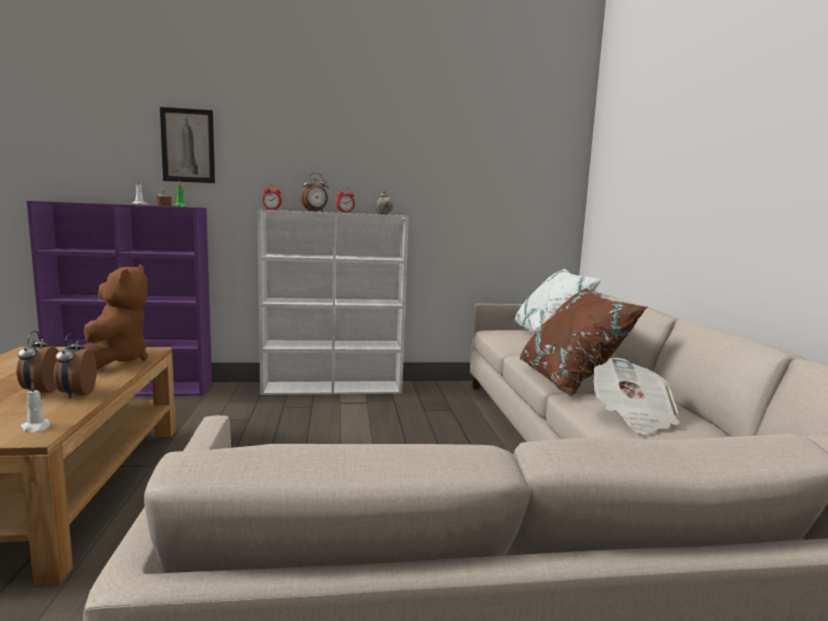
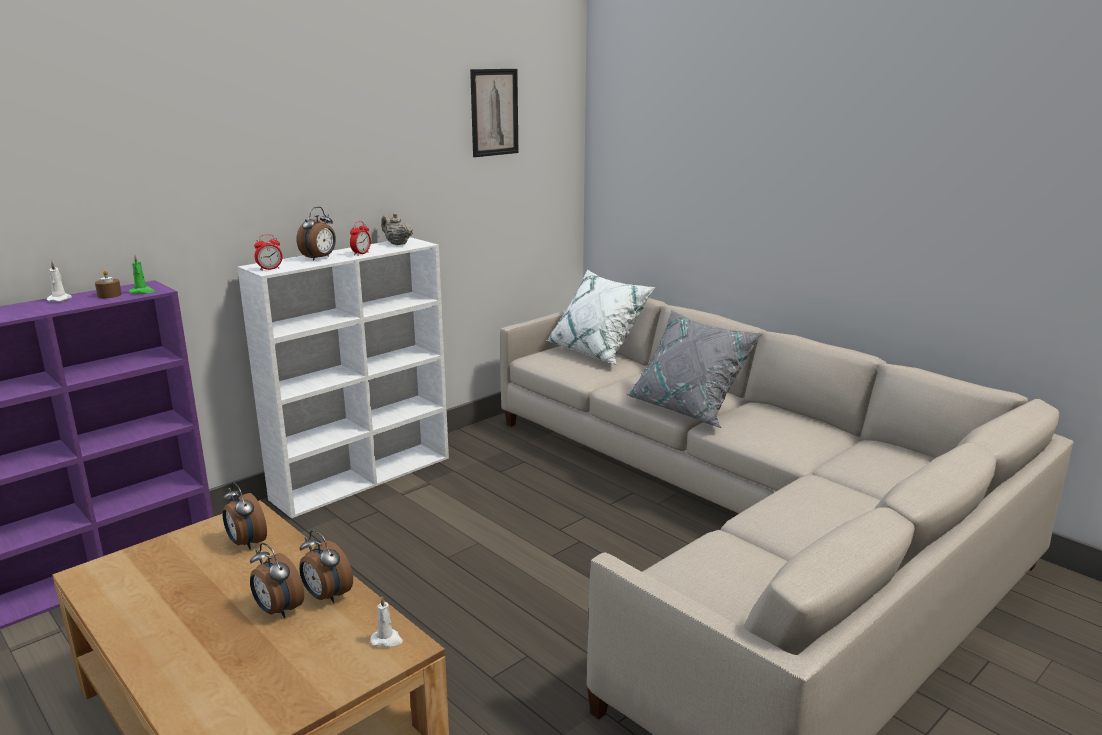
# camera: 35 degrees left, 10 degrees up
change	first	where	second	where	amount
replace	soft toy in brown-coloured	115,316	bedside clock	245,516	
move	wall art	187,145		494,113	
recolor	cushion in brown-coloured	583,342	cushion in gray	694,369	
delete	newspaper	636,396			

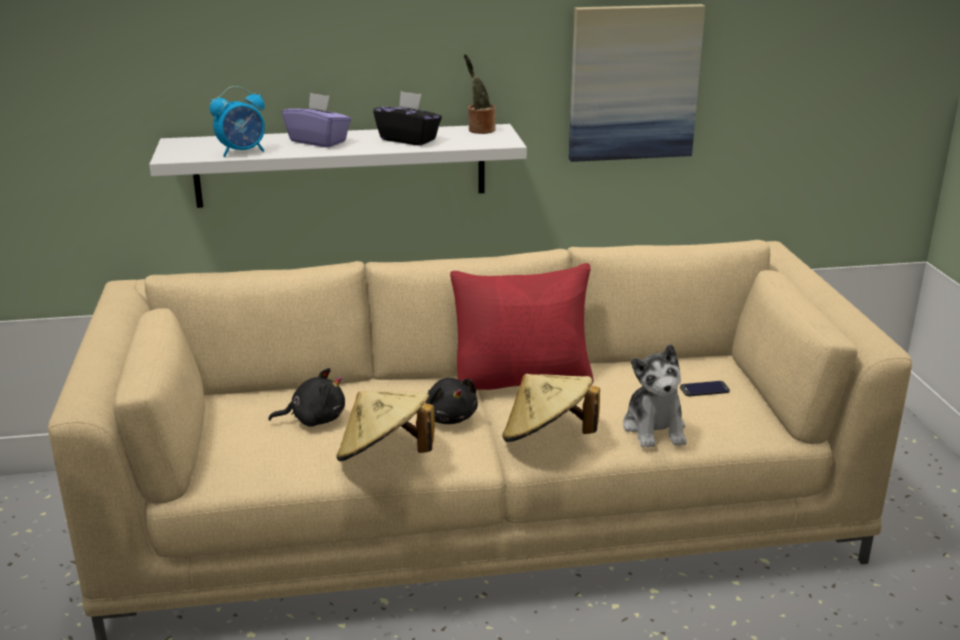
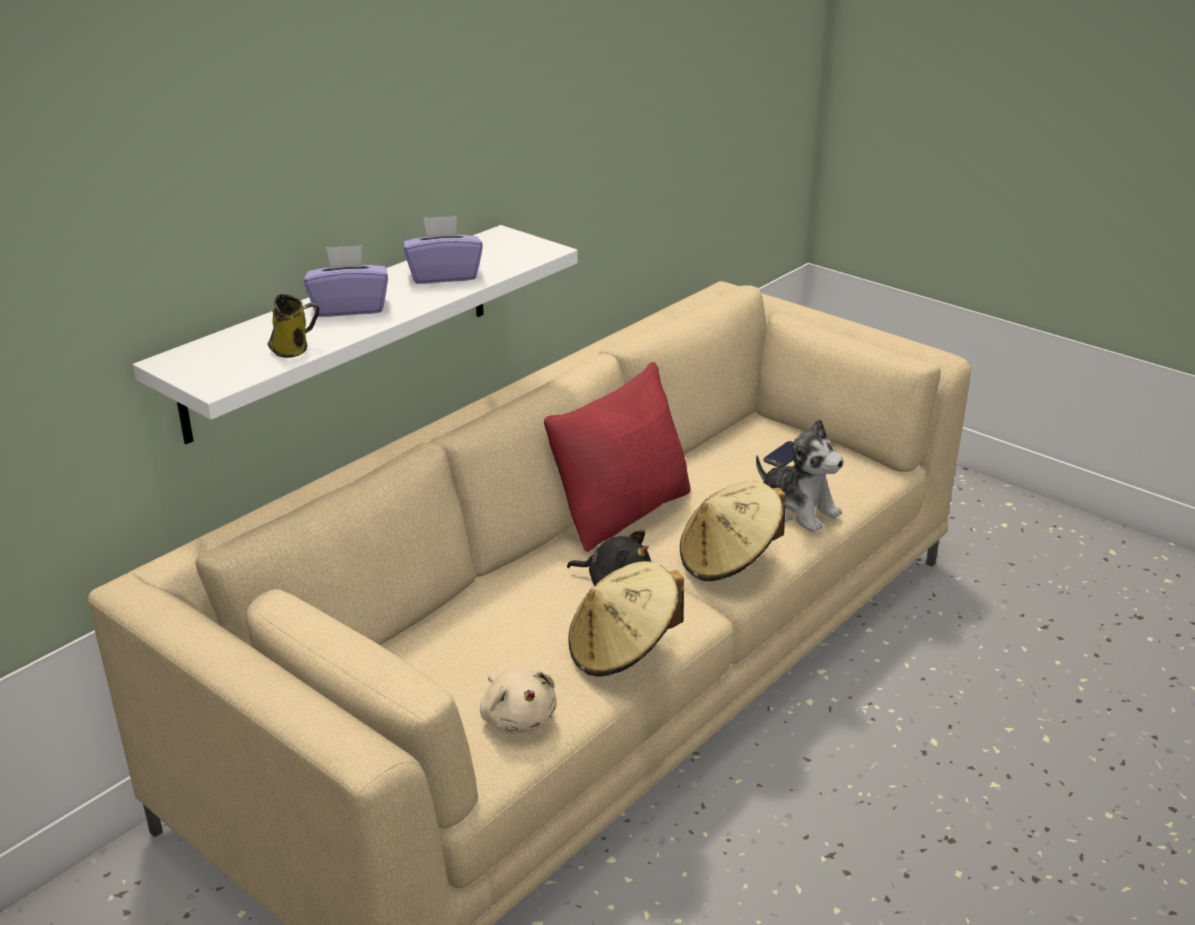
# camera: 40 degrees left, 5 degrees up
change	first	where	second	where	amount
replace	bedside clock	237,121	mug	294,326	
delete	soft toy in black-coloured	306,397			
recolor	tissue box in black-coloured	407,118	tissue box in purplish	443,249	
delete	plant in a pot	480,94			
delete	wall art	637,83			
insert			soft toy in beige	518,701	

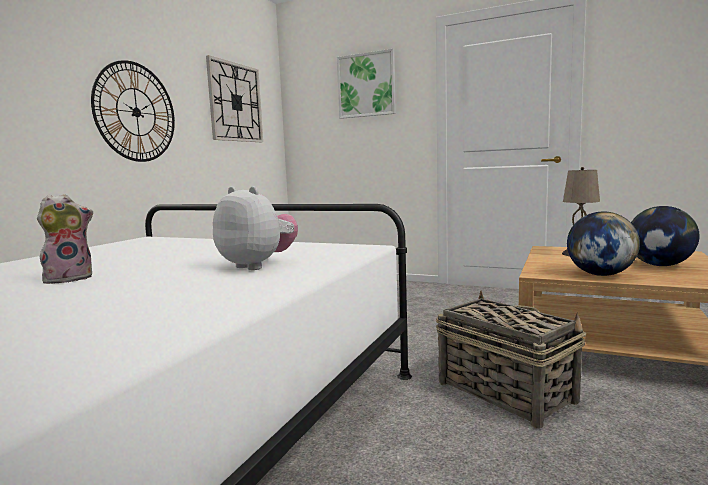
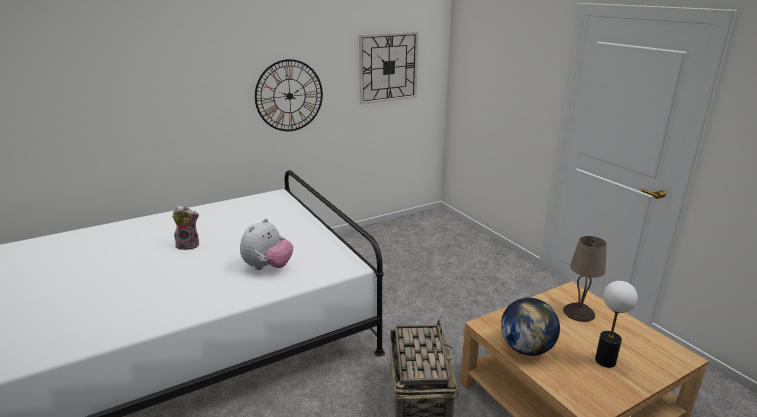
# camera: 35 degrees right, 15 degrees up
change	first	where	second	where	amount
rotate	soft toy	255,228		266,244	45 degrees clockwise
delete	wall art	366,84			
replace	desk globe	665,236	lamp for a table	616,324	

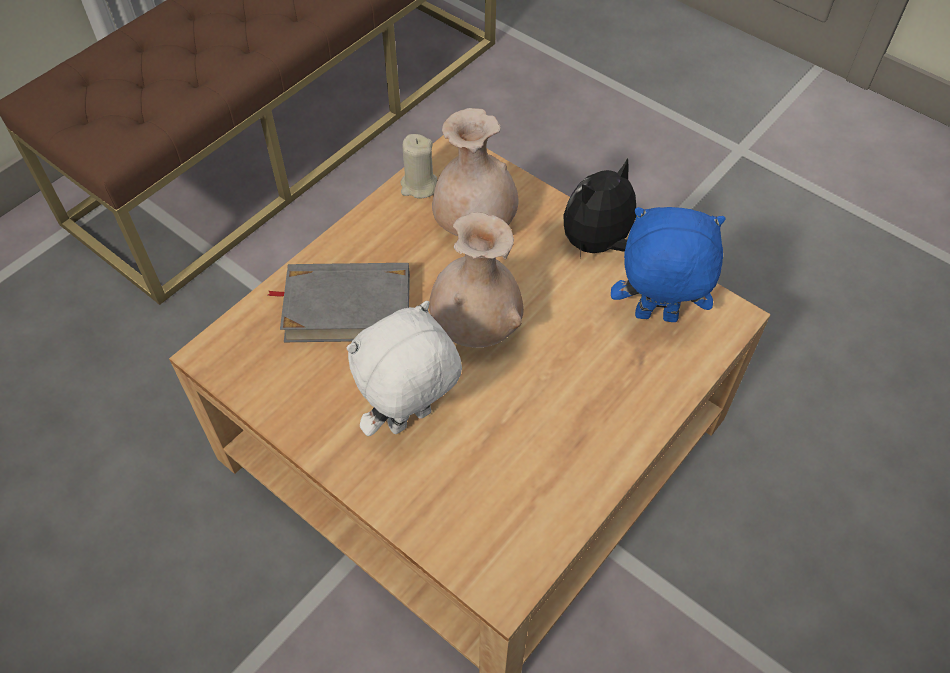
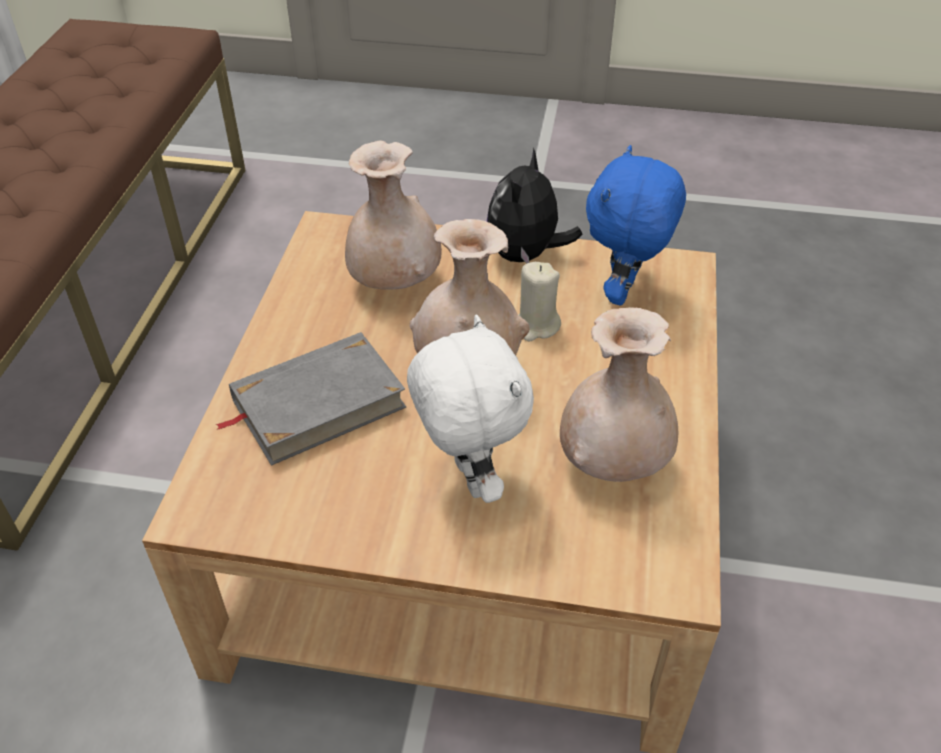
# camera: 30 degrees left, 10 degrees down
change	first	where	second	where	amount
rotate	soft toy in white-coloured	404,368		470,409	135 degrees clockwise
move	wax candle in beige	418,166		539,301	
rotate	soft toy in bluish	668,264		636,225	45 degrees counterclockwise
insert			vase in beige	619,394	

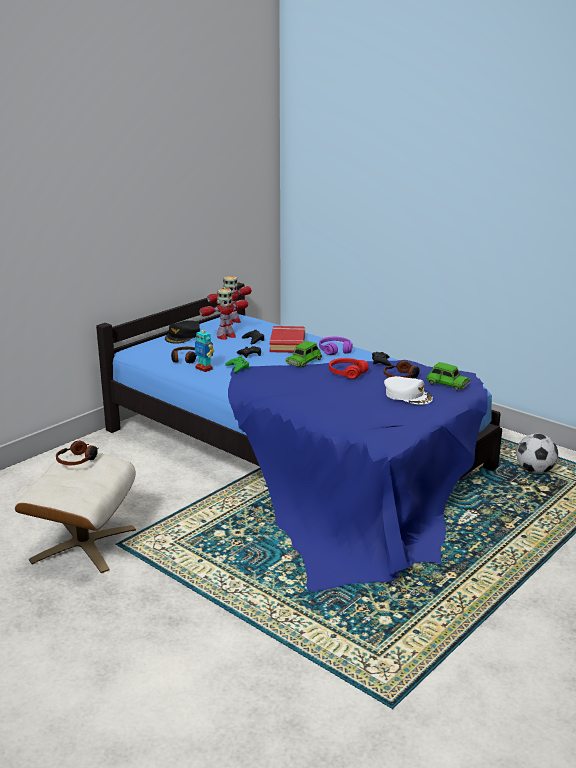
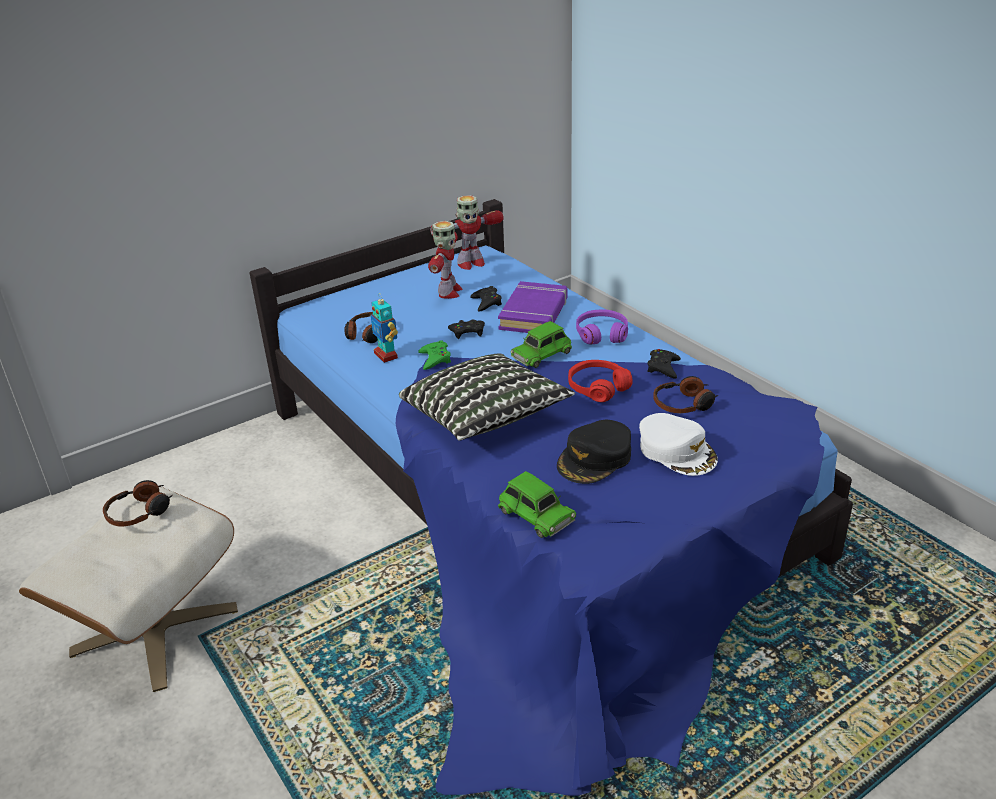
# camera: 15 degrees right, 10 degrees up
change	first	where	second	where	amount
move	baseball cap in black-coloured	182,332		594,452	
rotate	robot figure	223,314		445,260	60 degrees counterclockwise
recolor	bound book in reddish	287,339	bound book in purplish	532,307	
move	miniature car in green-coloured	448,376		537,504	
delete	football ball	537,454			
insert			cushion	487,397	

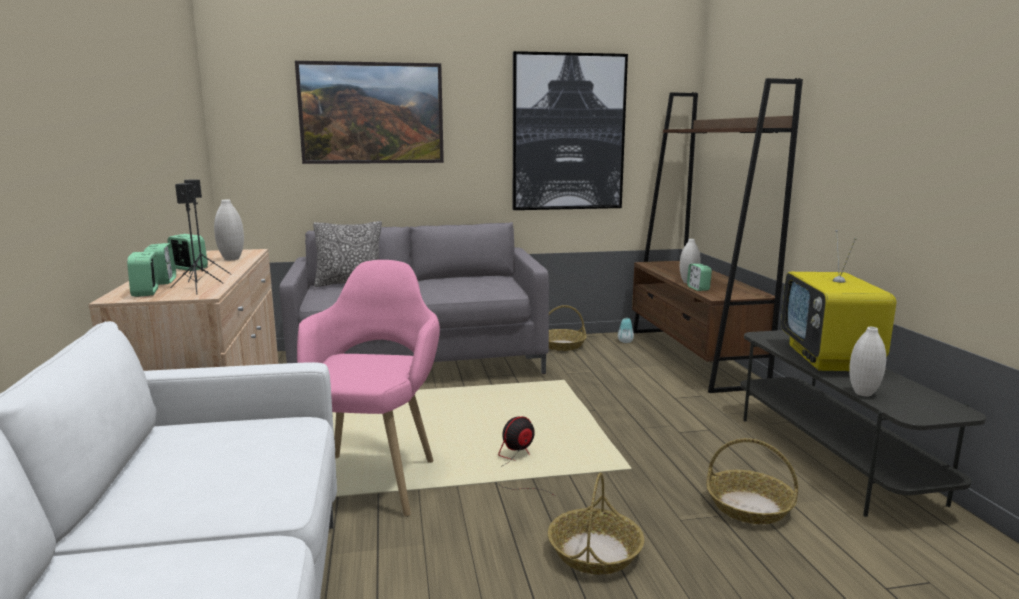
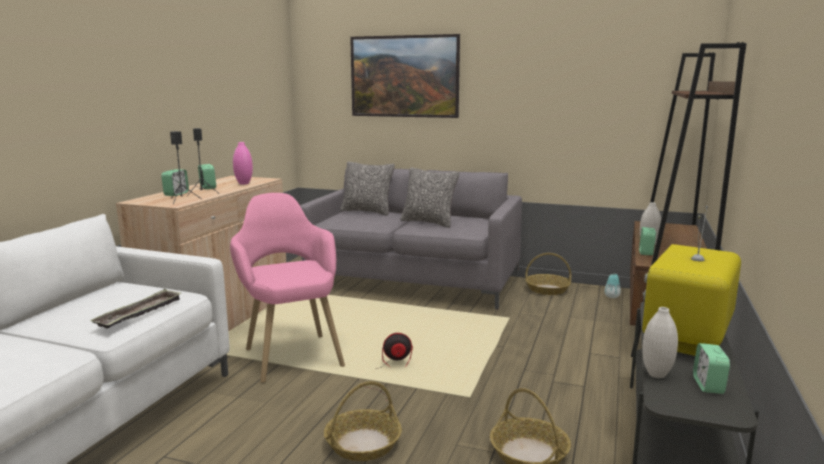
# camera: 30 degrees right, 0 degrees up
change	first	where	second	where	amount
move	bedside clock	142,274		711,368	
recolor	vase in white-coloured	229,230	vase in pink-coloured	243,163	
rotate	lounge chair in pink-coloured	368,388		287,288	60 degrees counterclockwise
delete	wall art	570,130			
insert			tray	135,309	
insert			cushion	430,197	

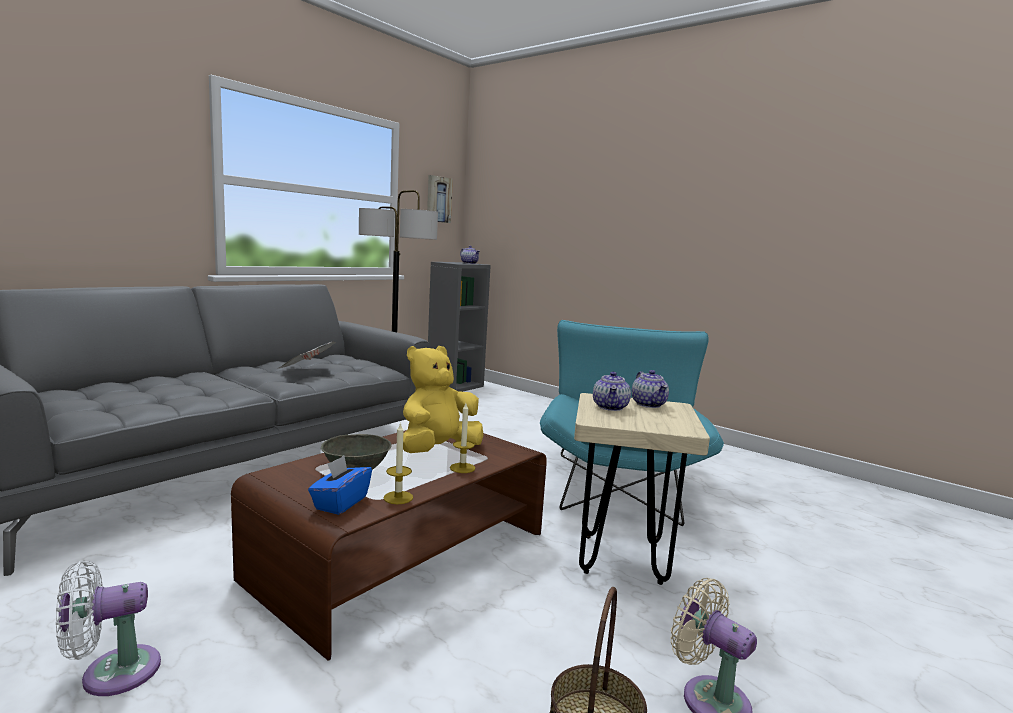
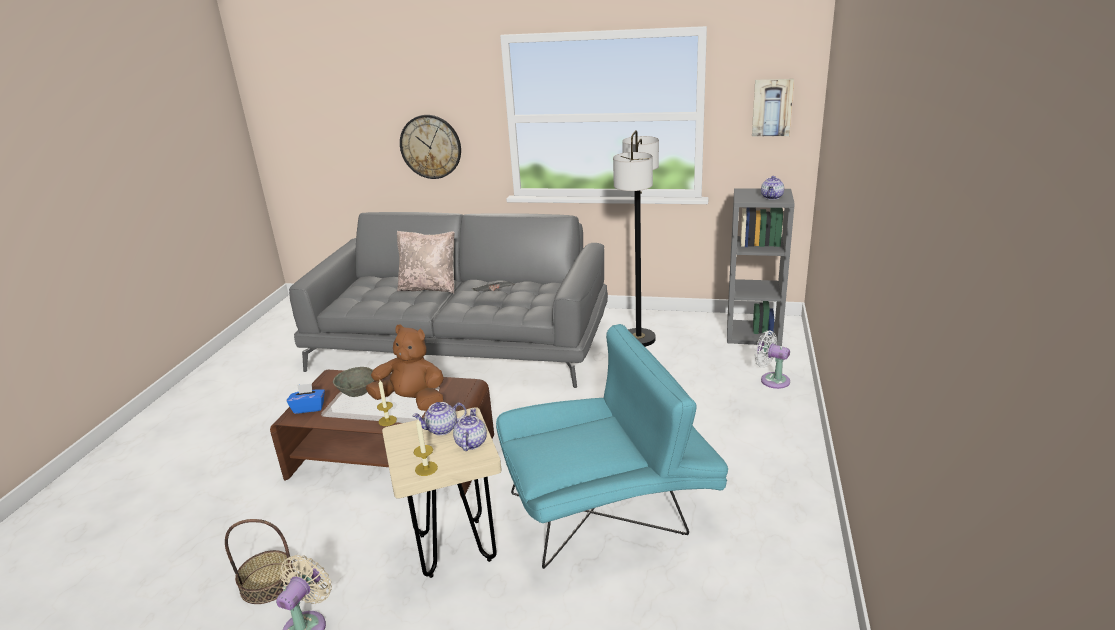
# camera: 65 degrees right, 15 degrees up
change	first	where	second	where	amount
move	electric fan in white-coloured	108,628		772,360	
move	wax candle	398,463		426,447	
recolor	soft toy in yellow	443,399	soft toy in brown-coloured	405,367	
rotate	teapot	650,389		470,429	135 degrees clockwise
insert			cushion in beige	426,262	
insert			clock on the wall	430,147	

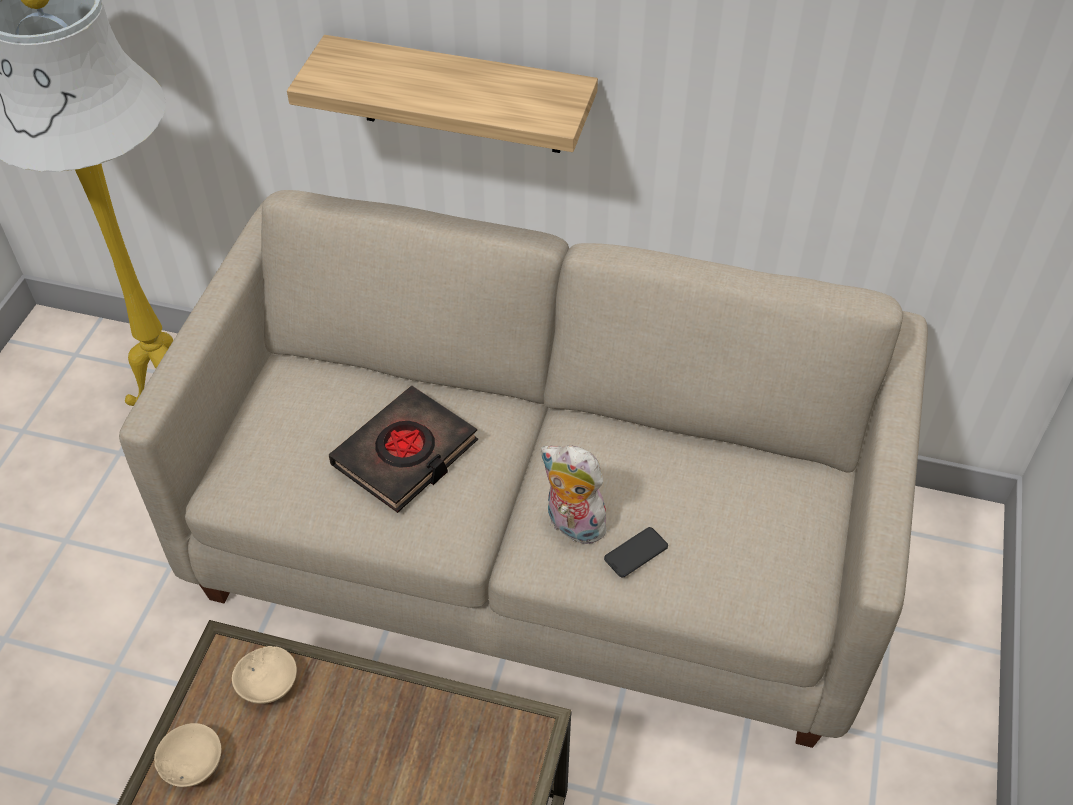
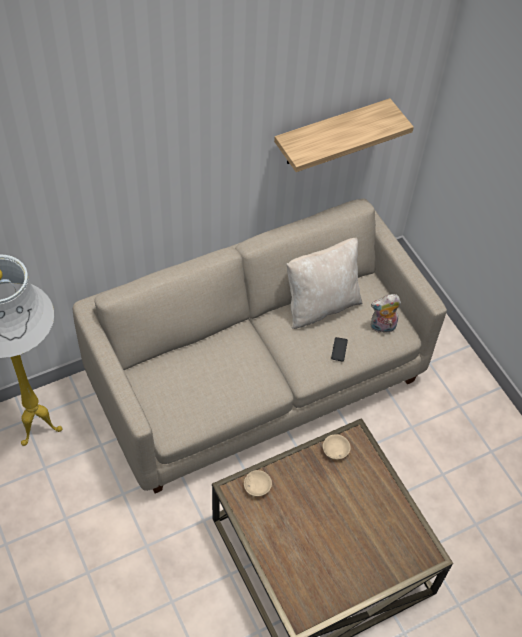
# camera: 45 degrees left, 5 degrees up
change	first	where	second	where	amount
move	deep dish in beige	187,755		337,447	
move	shelf	442,94		344,135	
delete	bound book in black-coloured	403,449			
move	soft toy	577,495		386,313	
insert			cushion in beige	324,283	

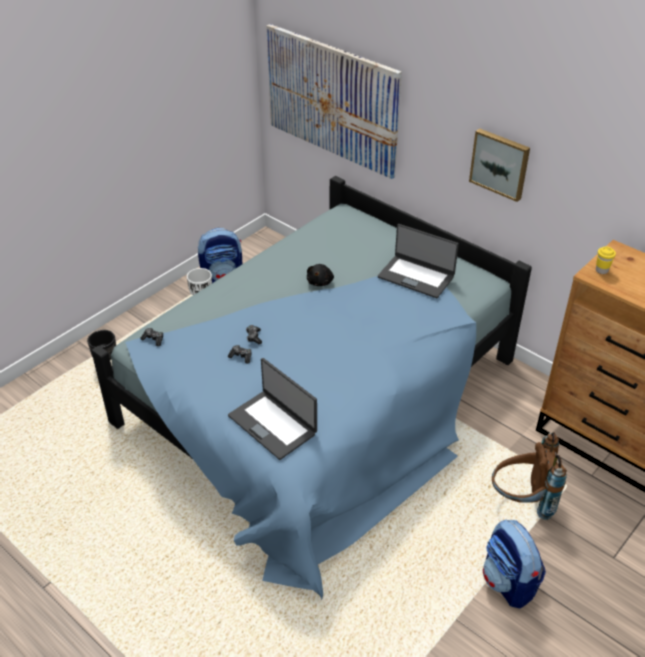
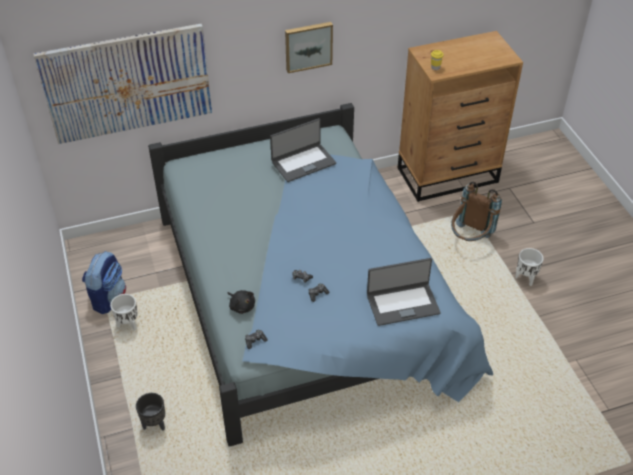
# camera: 60 degrees left, 5 degrees up
change	first	where	second	where	amount
move	soft toy in black-coloured	320,275		241,302	
replace	backpack	514,563	planter in white-coloured	529,267	

